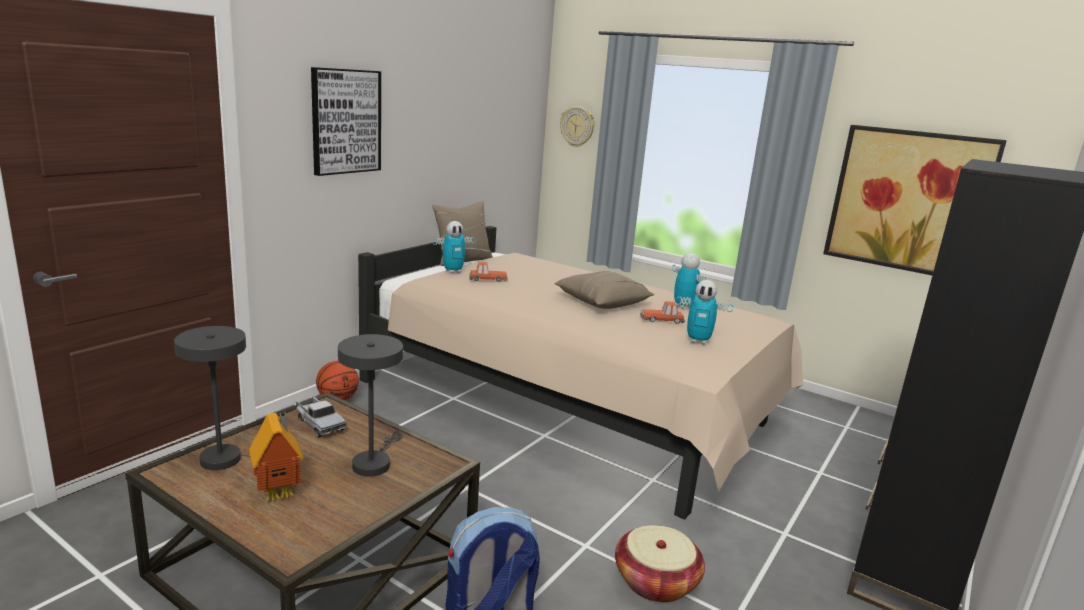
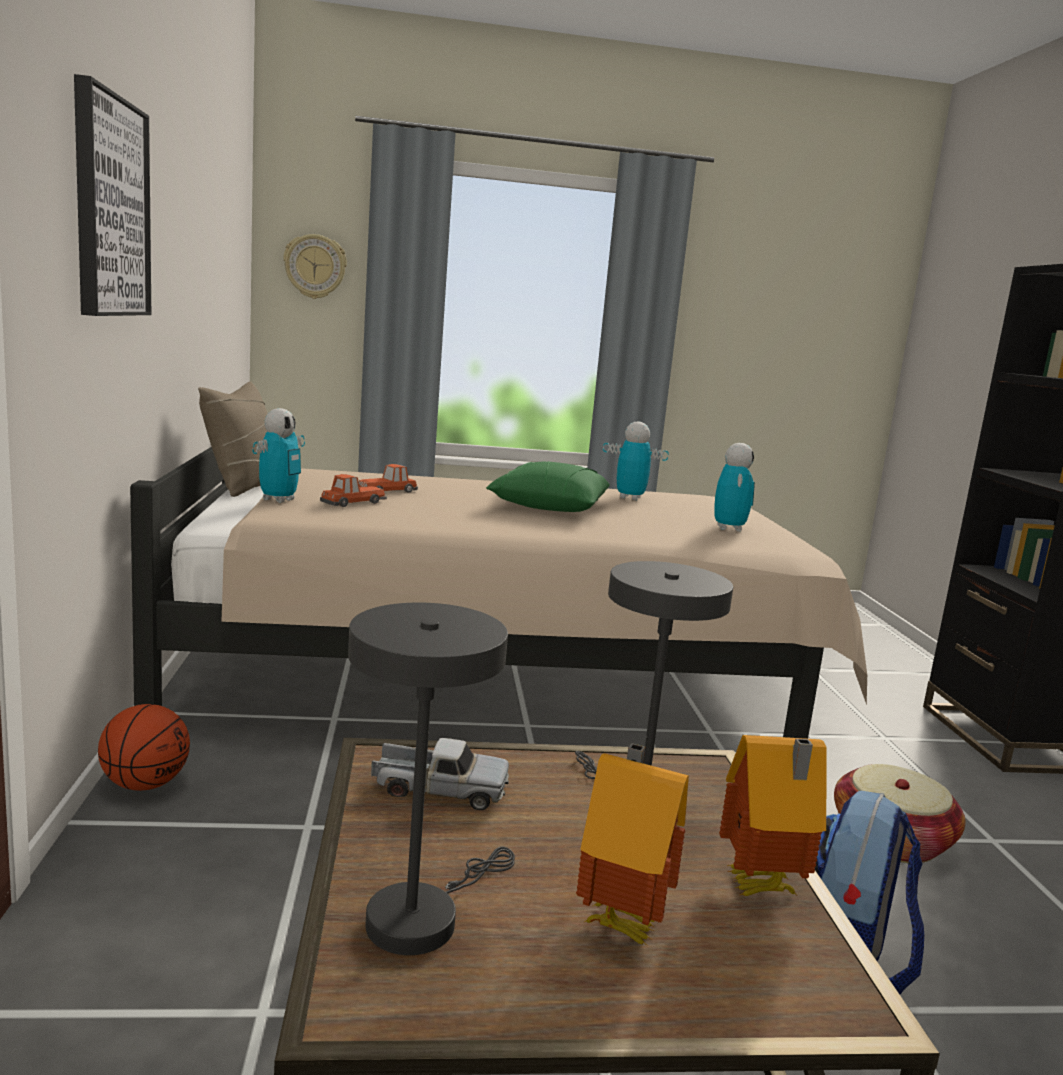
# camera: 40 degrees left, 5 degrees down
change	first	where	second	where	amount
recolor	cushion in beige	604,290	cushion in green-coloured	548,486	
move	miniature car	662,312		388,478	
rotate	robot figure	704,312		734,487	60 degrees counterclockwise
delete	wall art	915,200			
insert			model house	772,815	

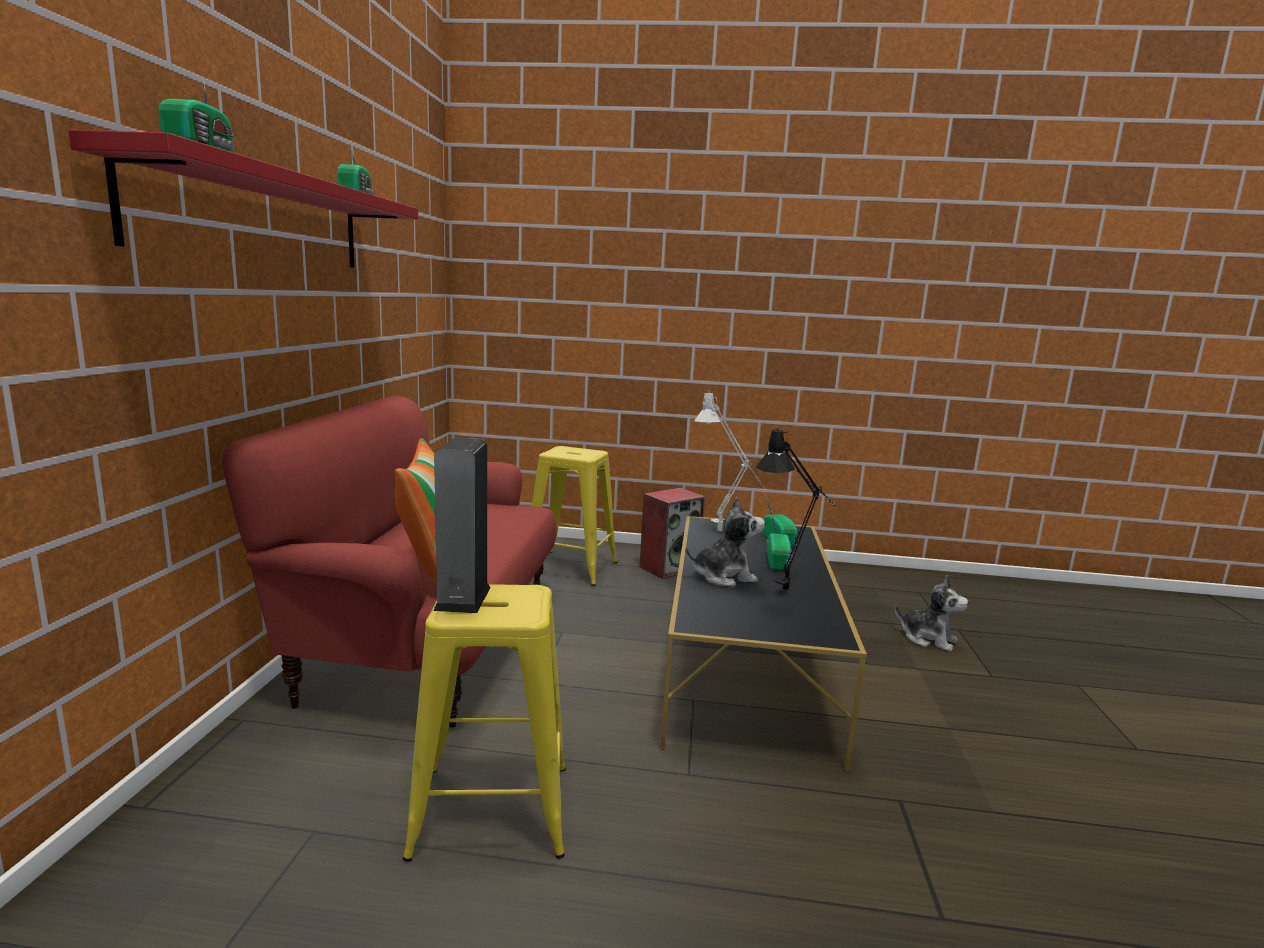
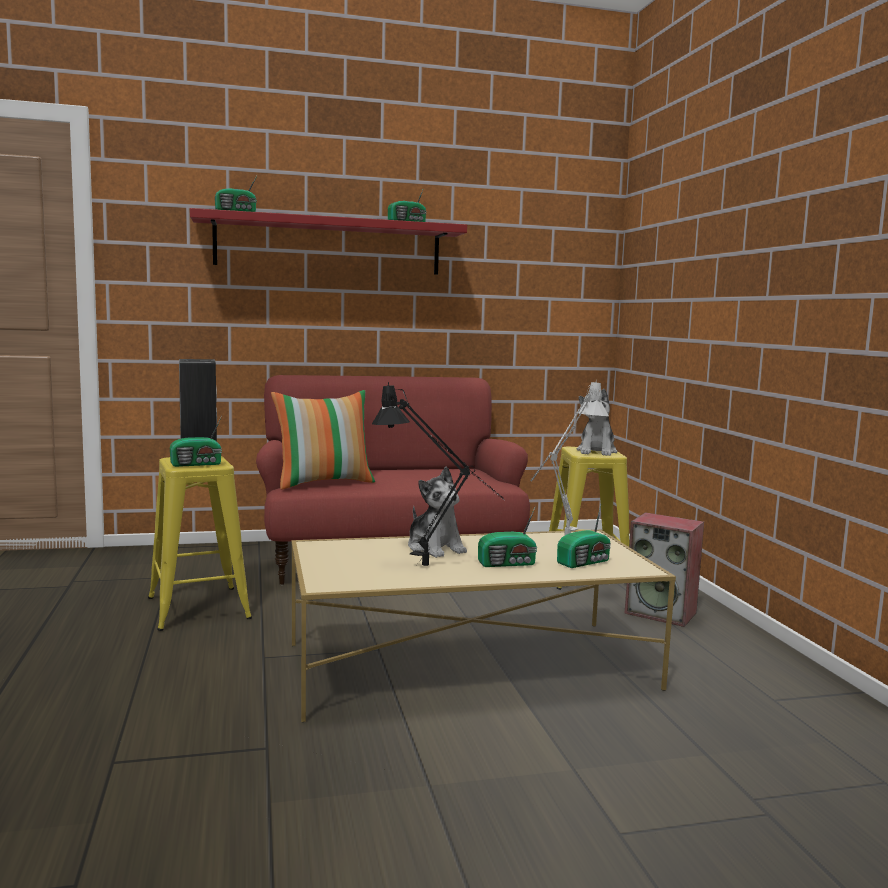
# camera: 70 degrees right, 5 degrees down
change	first	where	second	where	amount
recolor	low table in black-coloured	764,644	low table in beige	484,626	
move	soft toy	932,613		597,422	
insert			radio receiver	196,442	

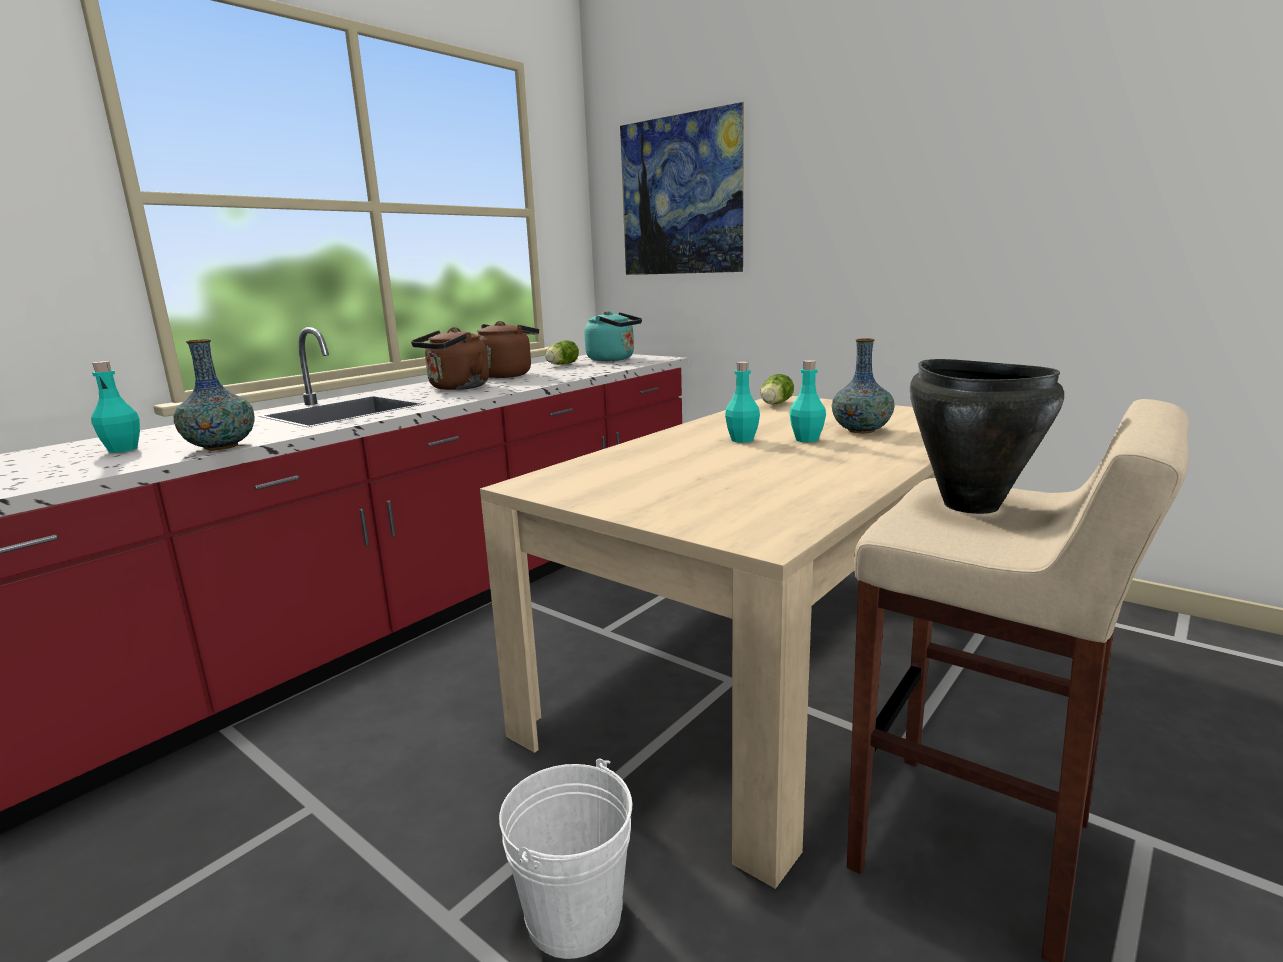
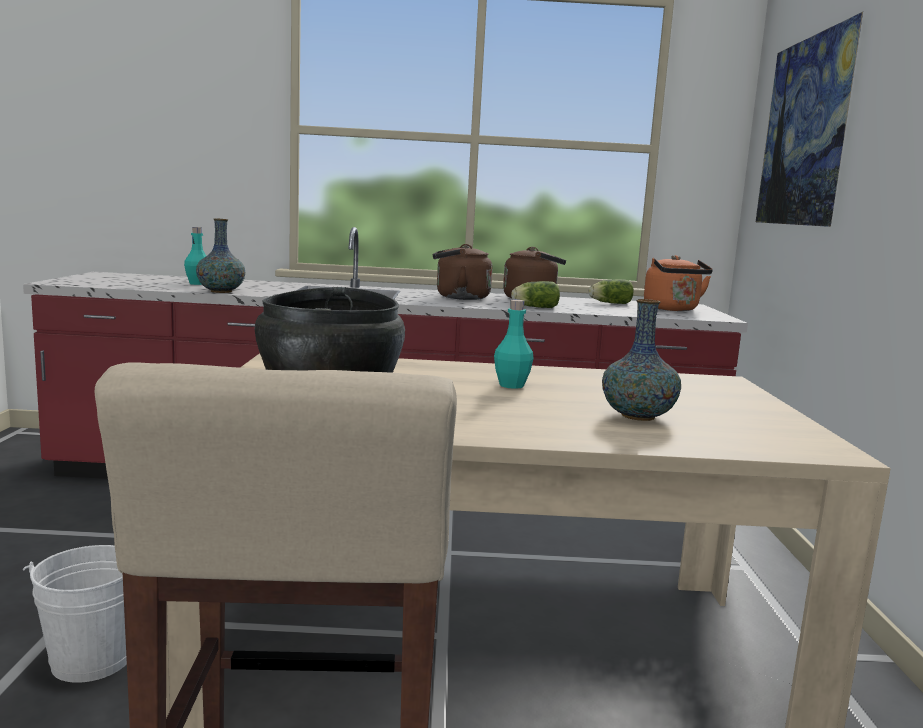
# camera: 50 degrees right, 5 degrees down
change	first	where	second	where	amount
recolor	water kettle in blue-green	613,336	water kettle in orange-coloured	678,283	
move	lettuce head	777,389		535,294	
delete	drink bottle in blue-green	807,401			

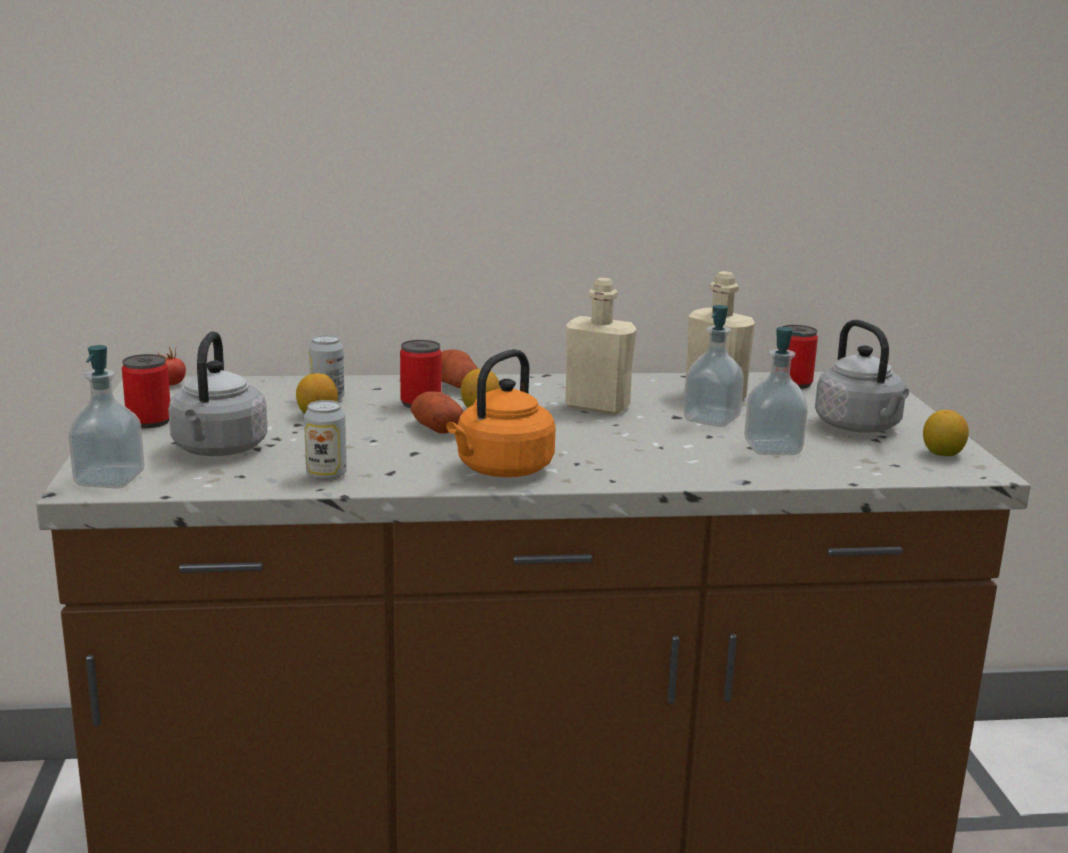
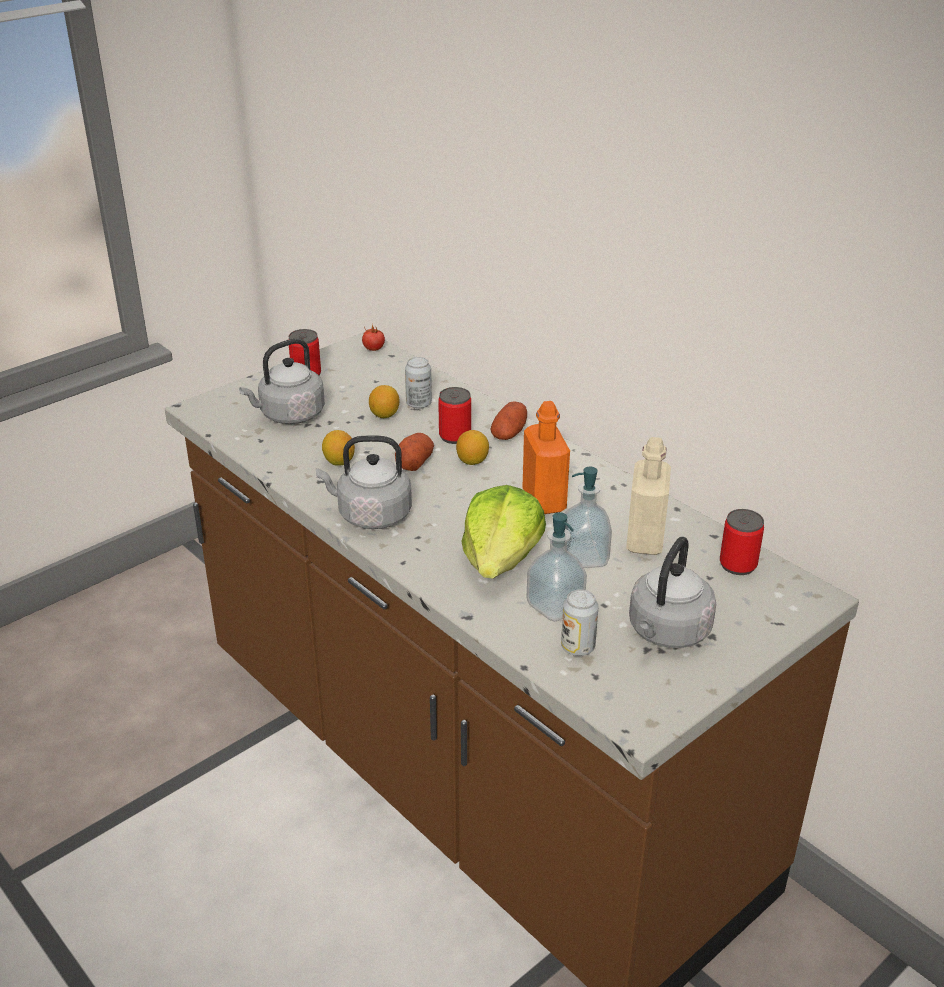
# camera: 55 degrees right, 15 degrees up
change	first	where	second	where	amount
delete	soap dispenser	106,417			
move	metal can	325,440		579,622	
recolor	water kettle in orange-coloured	501,413	water kettle in gray	364,482	
recolor	drink bottle in beige	601,346	drink bottle in orange-coloured	546,457	
move	lemon	946,433		338,448	
insert			lettuce head	503,532	

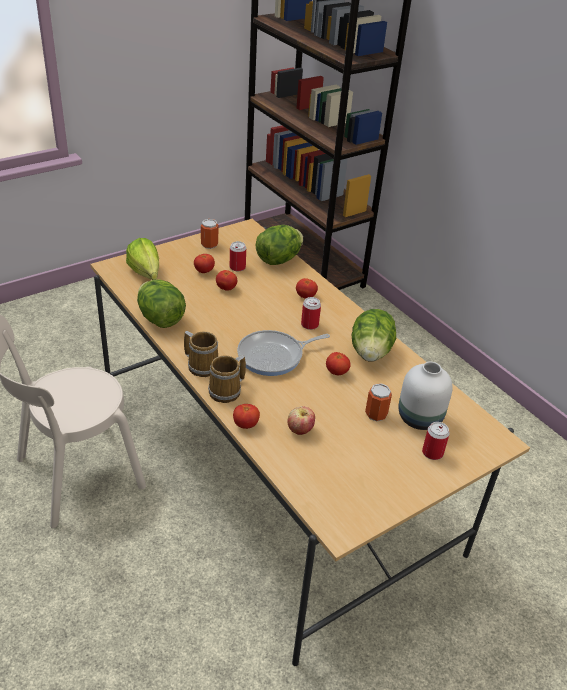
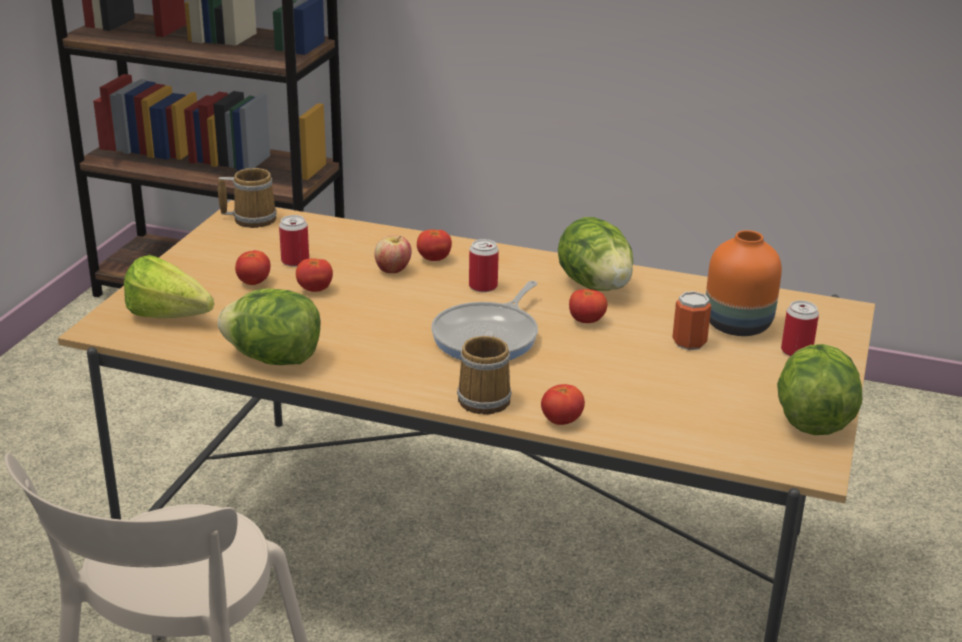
# camera: 35 degrees left, 10 degrees down
change	first	where	second	where	amount
move	mug	201,354		247,198	
delete	metal can	209,234			
move	lettuce head	279,245		819,389	
move	apple	301,420		393,254	
recolor	vase in white-coloured	425,396	vase in orange-coloured	744,283	

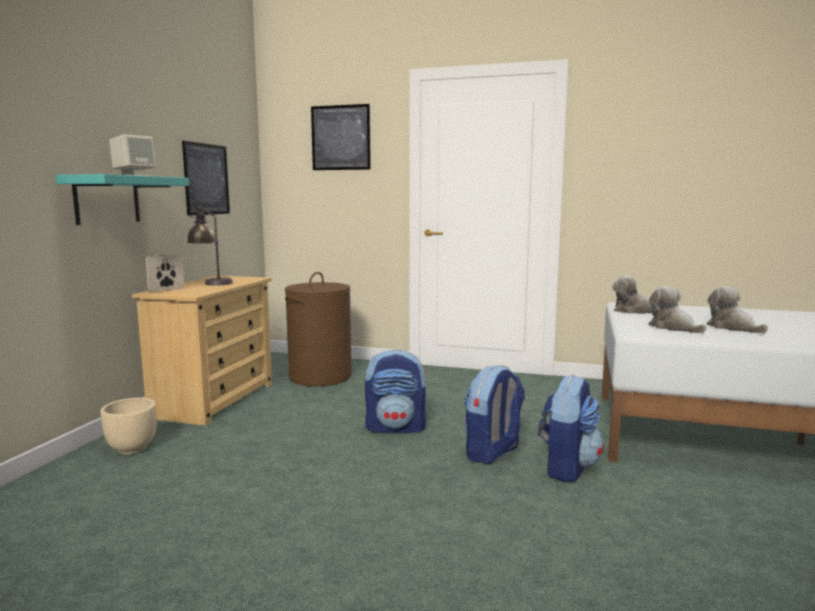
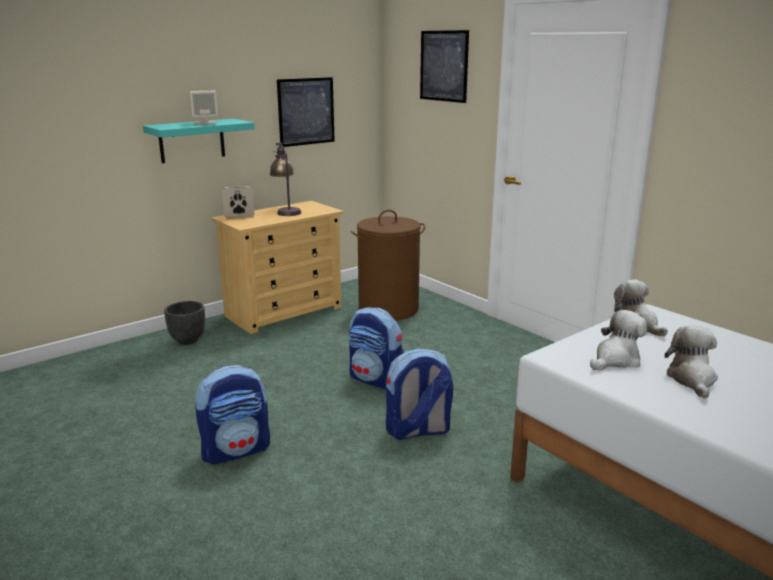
# camera: 35 degrees right, 10 degrees up
change	first	where	second	where	amount
recolor	planter in beige	128,426	planter in black-coloured	184,323	
move	backpack	571,428		232,414	
rotate	soft toy	677,309		618,340	45 degrees clockwise

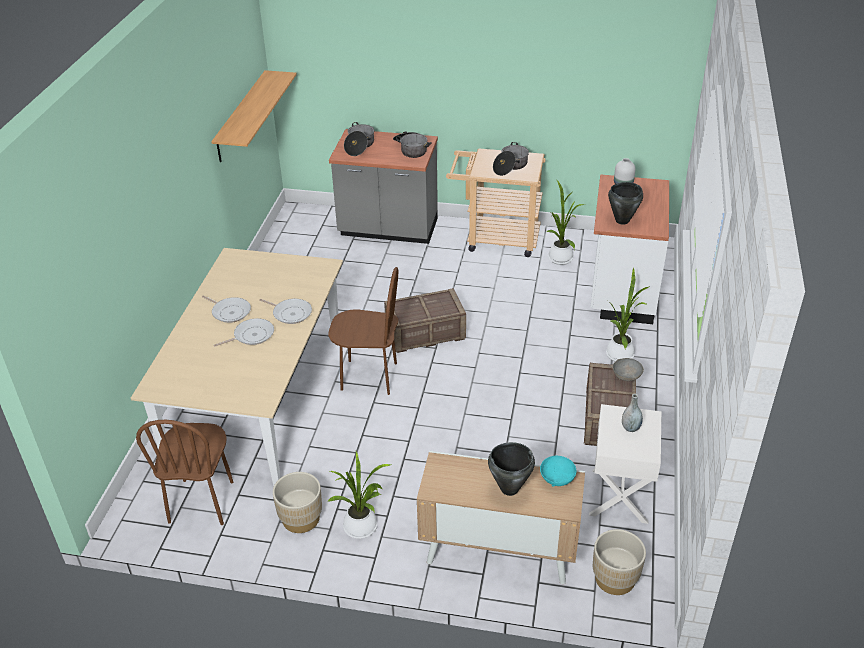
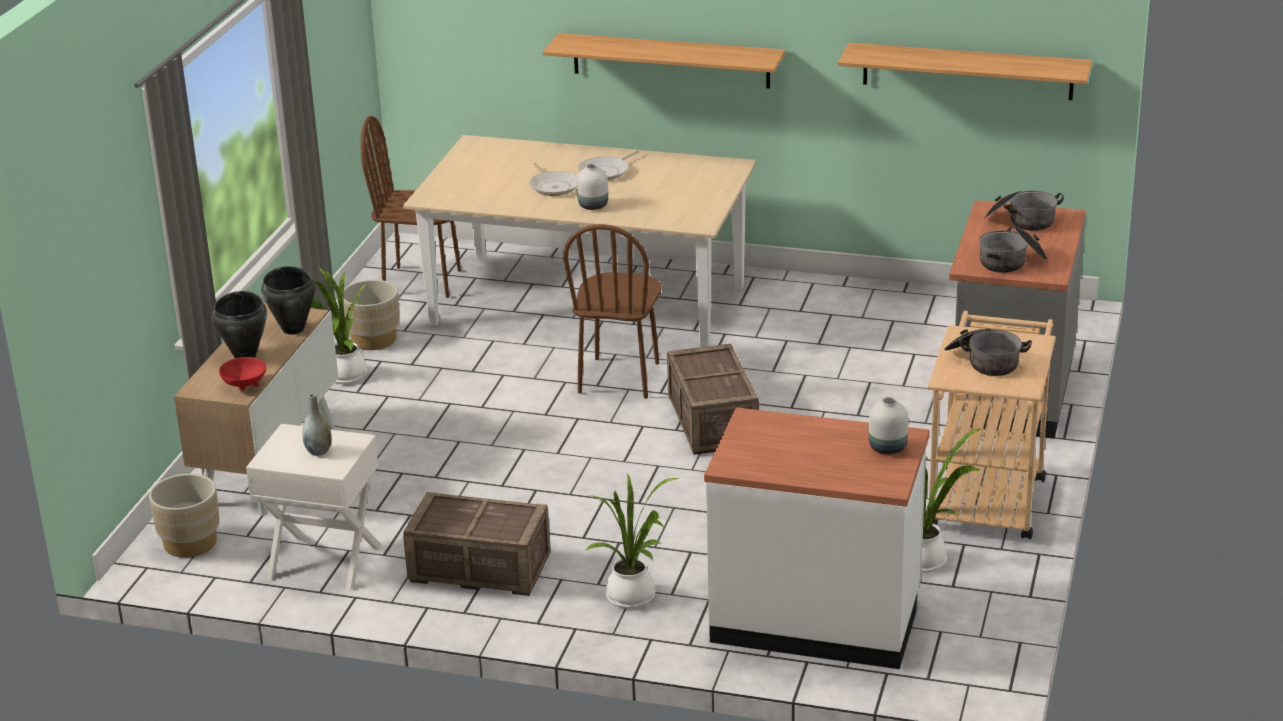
# camera: 95 degrees right, 10 degrees down
change	first	where	second	where	amount
replace	skillet	285,311	vase in white-coloured	592,187	
recolor	deep dish in blue-green	558,471	deep dish in reddish	242,374	
move	stockpot in black-coloured	625,203		288,300	
delete	deep dish in gray	628,369			
insert			shelf	664,61	

